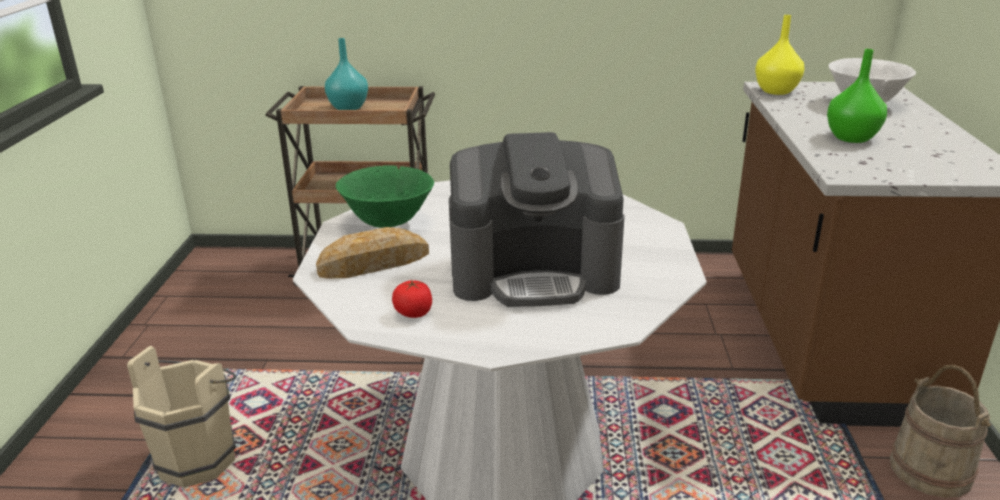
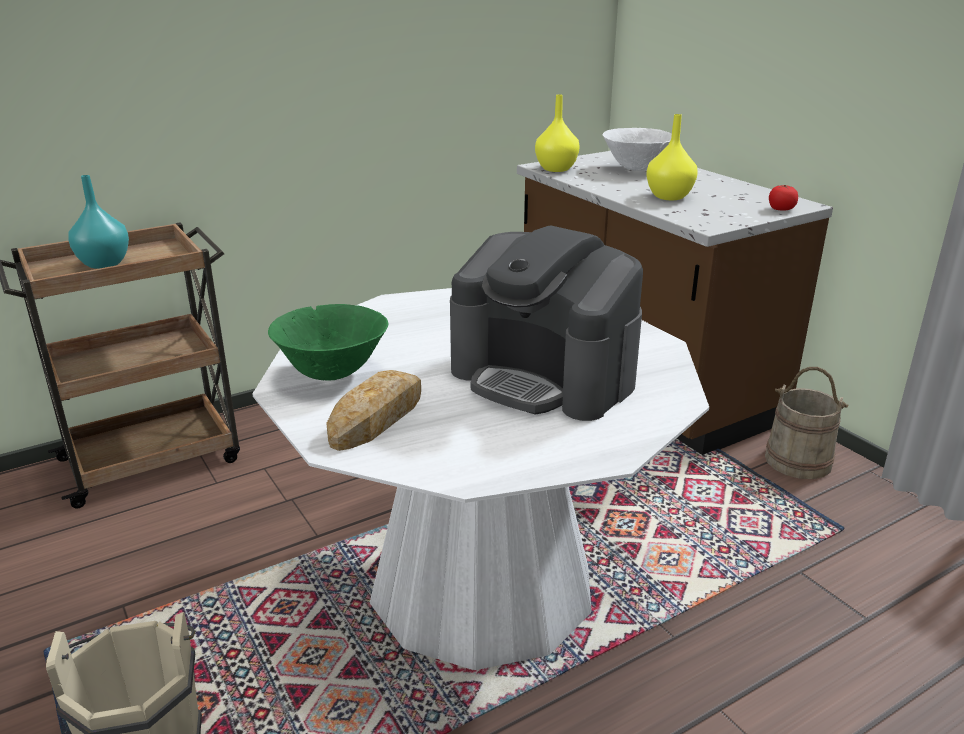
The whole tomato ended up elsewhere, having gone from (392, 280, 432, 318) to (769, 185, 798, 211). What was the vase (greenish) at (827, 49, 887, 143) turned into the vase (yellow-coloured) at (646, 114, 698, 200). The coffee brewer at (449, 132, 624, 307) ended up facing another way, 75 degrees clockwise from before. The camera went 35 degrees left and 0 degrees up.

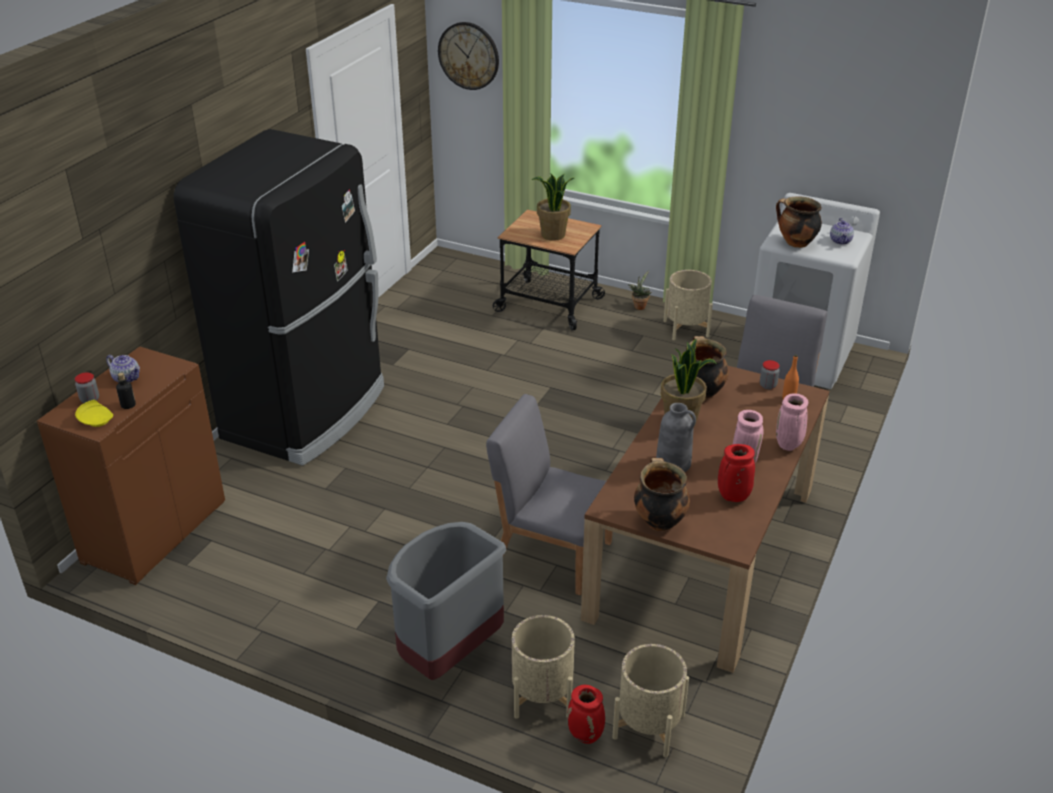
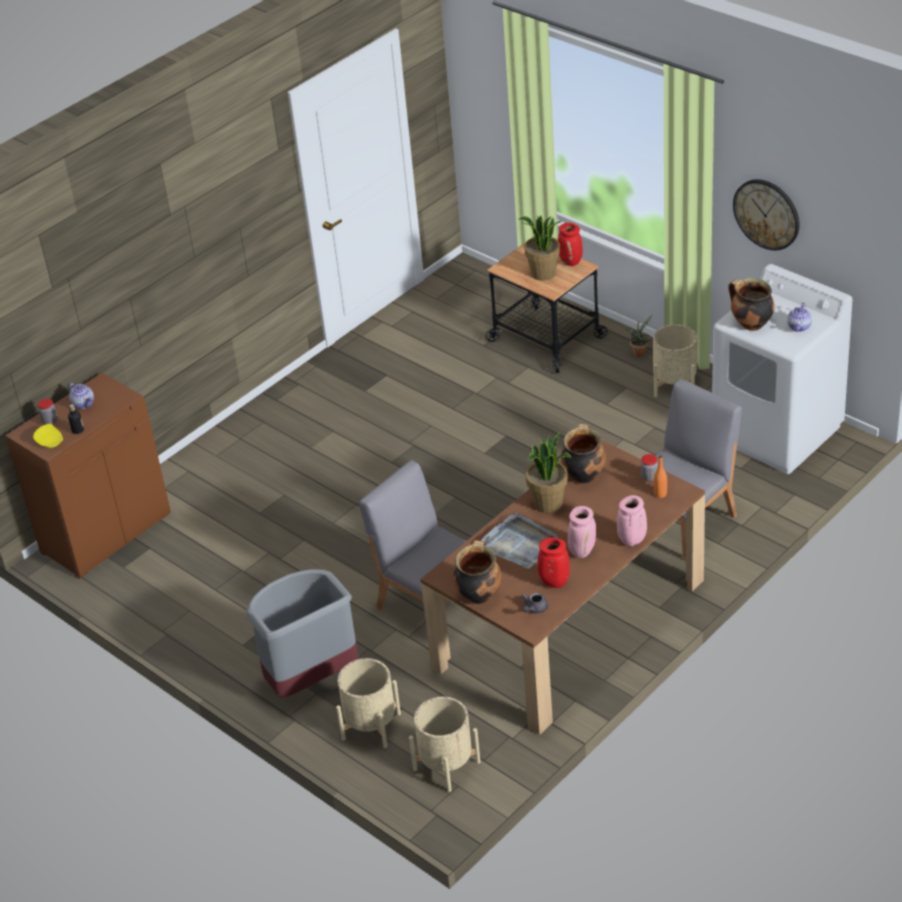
The second view lost the fridge (blackish) at (174, 129, 384, 466). The second view gained the tea pot (gray) at (522, 593, 548, 614). The hanging clock ended up elsewhere, having gone from (438, 22, 499, 90) to (733, 179, 800, 250). The vase (red) ended up elsewhere, having gone from (568, 685, 605, 744) to (558, 223, 583, 266). Where the vase (gray) stood at (656, 403, 696, 472), the tray (gray) came to stand at (481, 513, 559, 569). The camera went 20 degrees right and 5 degrees up.

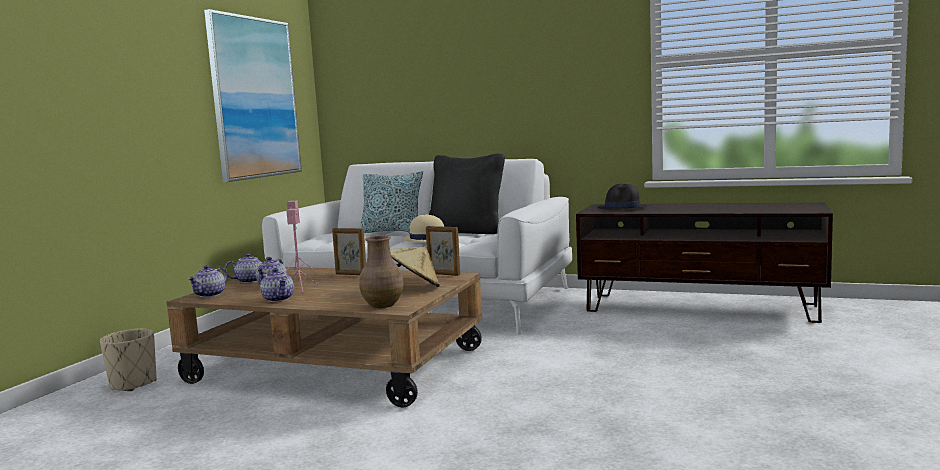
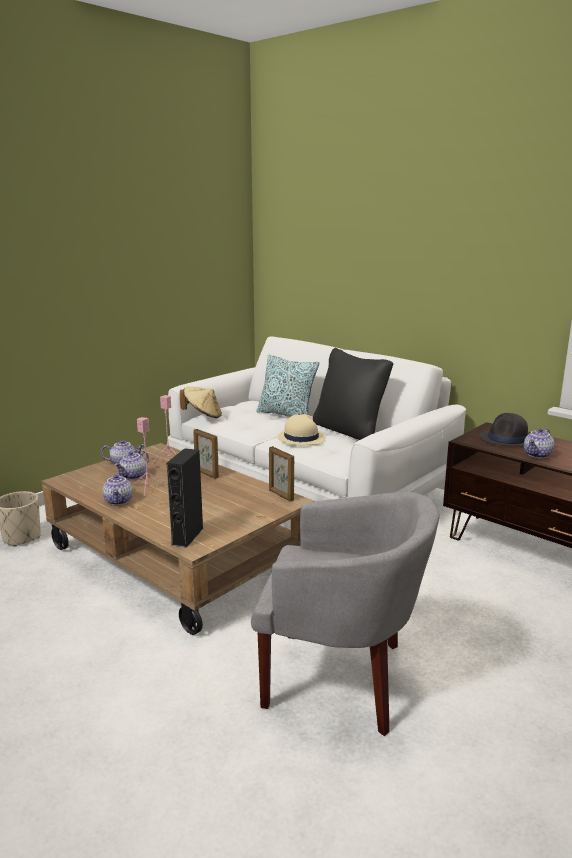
The second view lost the picture at (204, 9, 302, 182). The second view gained the lounge chair (gray) at (251, 492, 440, 736). The tea pot ended up elsewhere, having gone from (188, 265, 227, 298) to (524, 428, 554, 458). The hat (beige-coloured) ended up elsewhere, having gone from (390, 247, 440, 287) to (180, 386, 222, 418). Where the vase (brownish) stood at (359, 236, 404, 308), the speaker (blackish) came to stand at (167, 448, 203, 548). The camera went 20 degrees right and 10 degrees up.

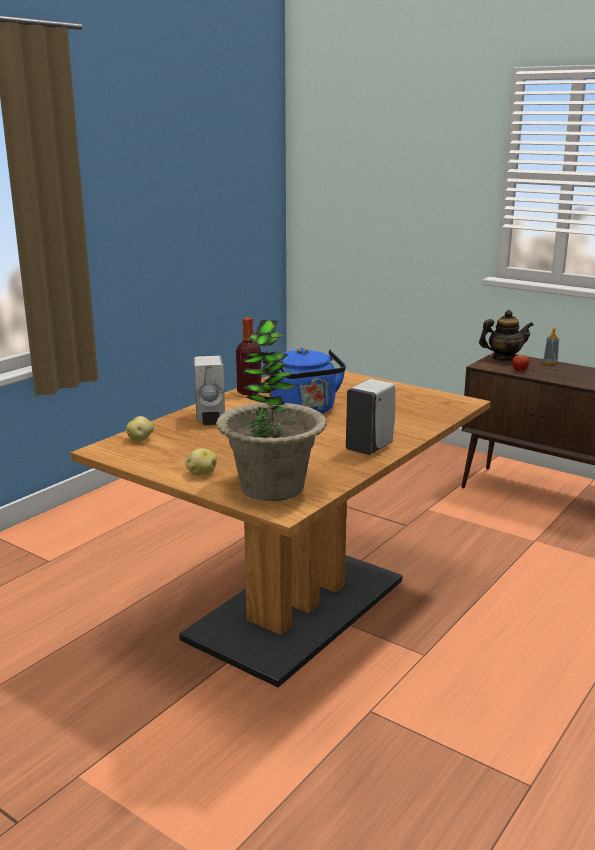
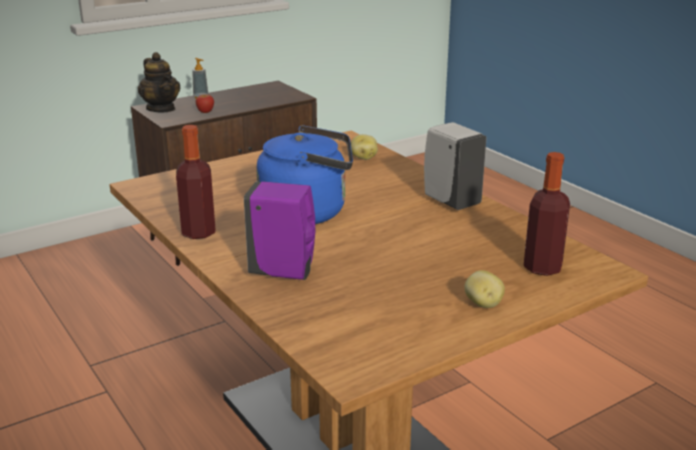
The whole potato ended up elsewhere, having gone from (126, 416, 154, 441) to (351, 134, 378, 160). Where the plant in a pot stood at (216, 320, 327, 501), the bottle came to stand at (524, 152, 570, 276). What was the soap bottle (white) at (194, 355, 225, 425) turned into the soap bottle (purple-coloured) at (244, 181, 315, 280). The tea pot at (479, 310, 533, 361) ended up facing another way, 135 degrees clockwise from before. The camera went 70 degrees left and 5 degrees up.

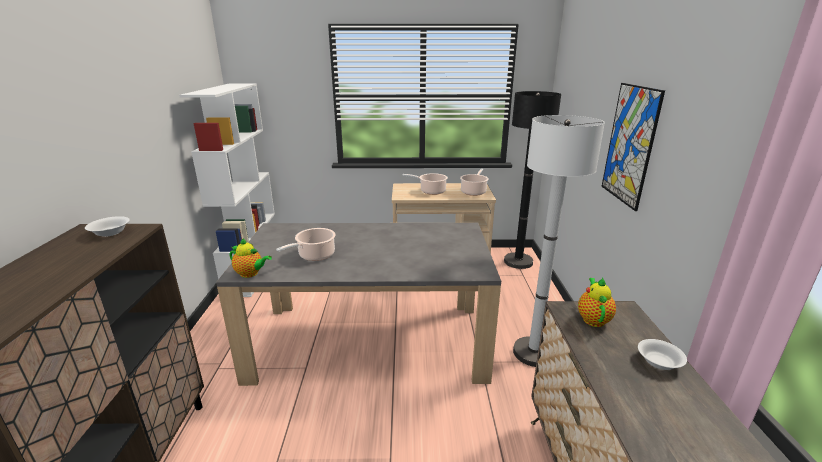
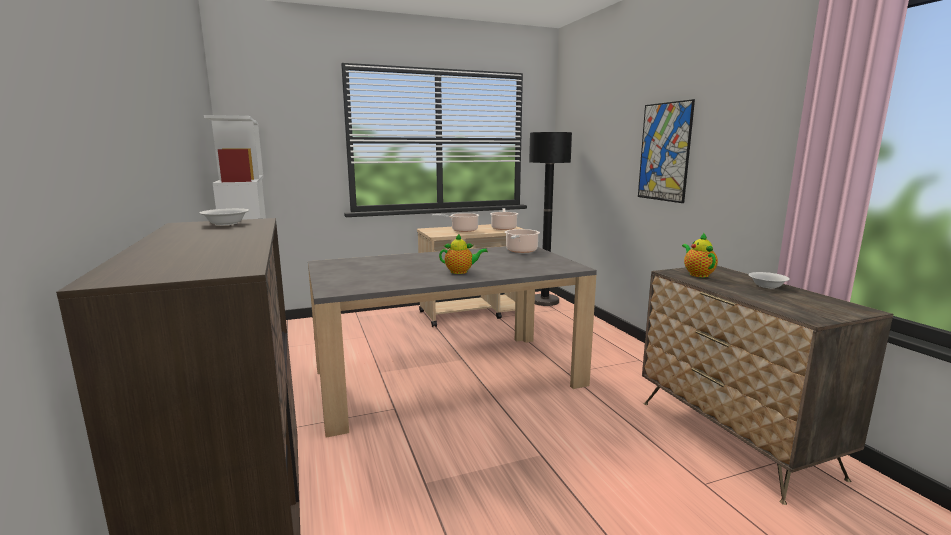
The second view lost the standing lamp (white) at (513, 115, 605, 367). The tea pot ended up elsewhere, having gone from (229, 238, 272, 278) to (439, 234, 488, 274). The stockpot ended up elsewhere, having gone from (276, 228, 336, 261) to (505, 229, 540, 253). The camera went 20 degrees left and 10 degrees down.

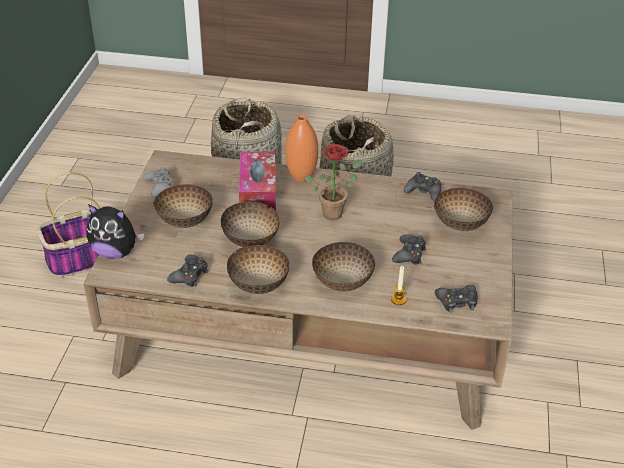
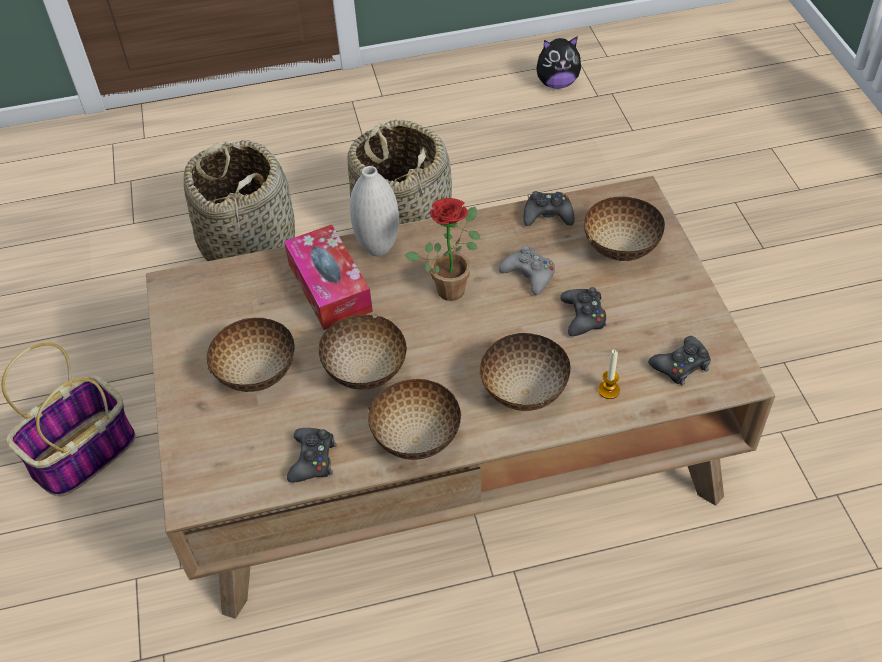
The cuddly toy ended up elsewhere, having gone from (87, 204, 144, 259) to (537, 36, 581, 89). The gamepad (gray) ended up elsewhere, having gone from (143, 167, 175, 198) to (499, 245, 555, 295). What was the vase (orange-coloured) at (285, 115, 318, 182) turned into the vase (white) at (350, 166, 399, 256). The camera went 20 degrees left and 10 degrees up.

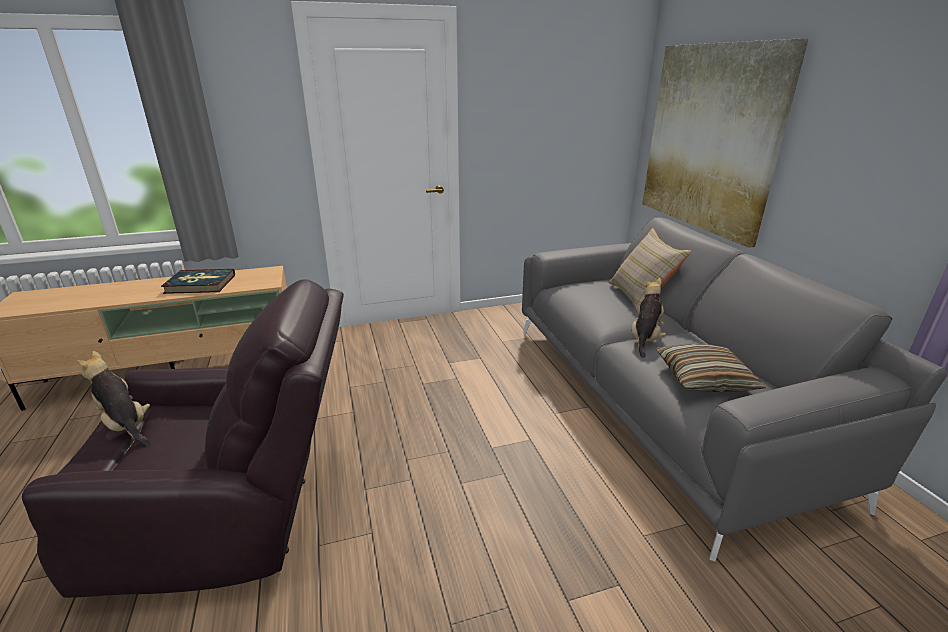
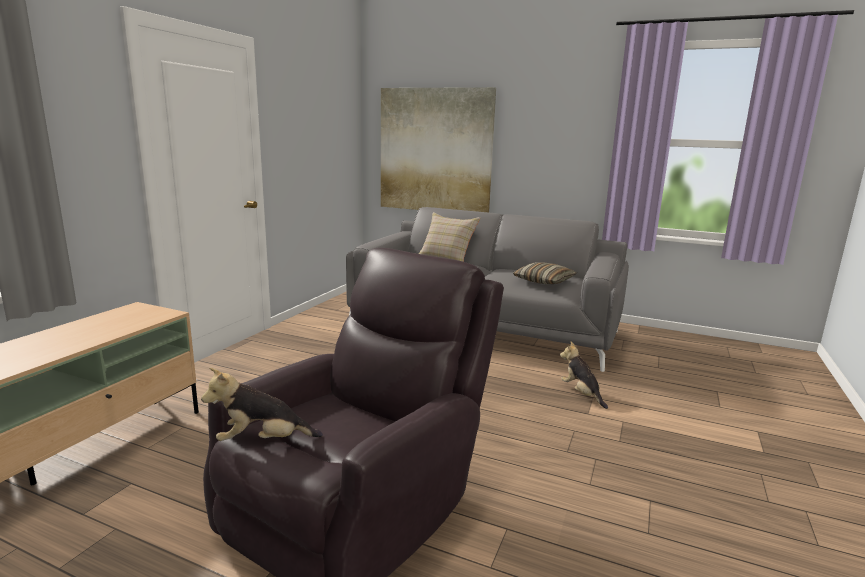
The second view lost the bound book at (161, 269, 235, 294). The cuddly toy ended up elsewhere, having gone from (632, 278, 666, 358) to (560, 342, 608, 409). The camera went 50 degrees left and 10 degrees down.

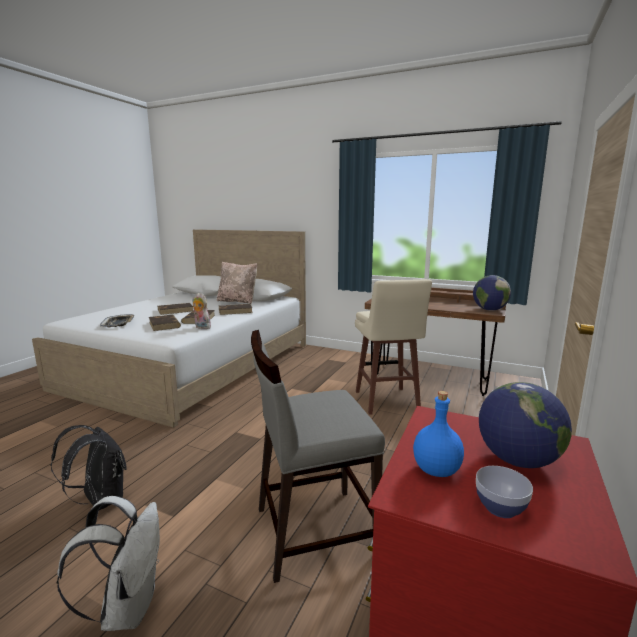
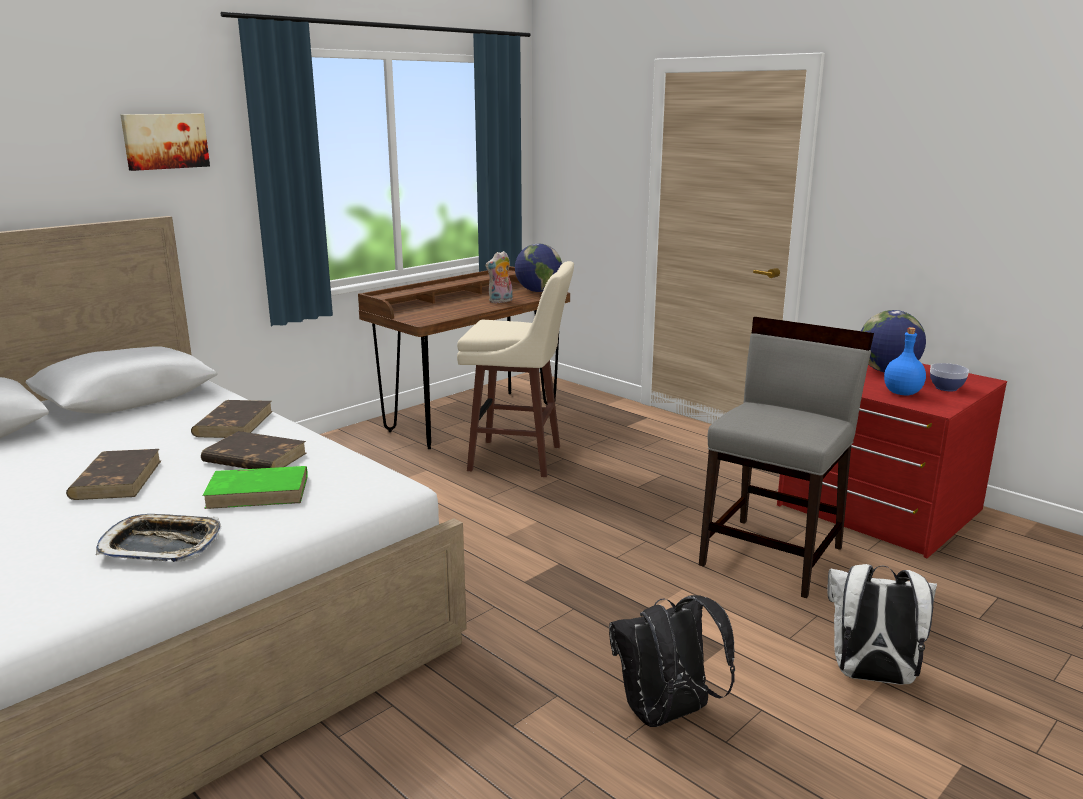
The second view lost the throw pillow (beige-coloured) at (217, 262, 257, 304). The second view gained the picture at (121, 114, 210, 171). The cuddly toy ended up elsewhere, having gone from (193, 293, 211, 329) to (485, 251, 513, 303). What was the bound book (brownish) at (149, 315, 181, 331) turned into the bound book (greenish) at (202, 466, 308, 509). The upright chair (gray) at (251, 330, 385, 583) ended up facing another way, 150 degrees counterclockwise from before. The camera went 70 degrees left and 5 degrees up.

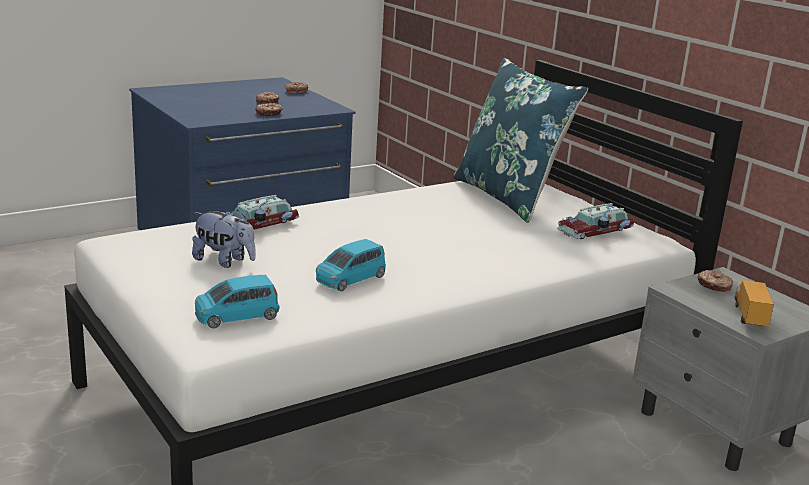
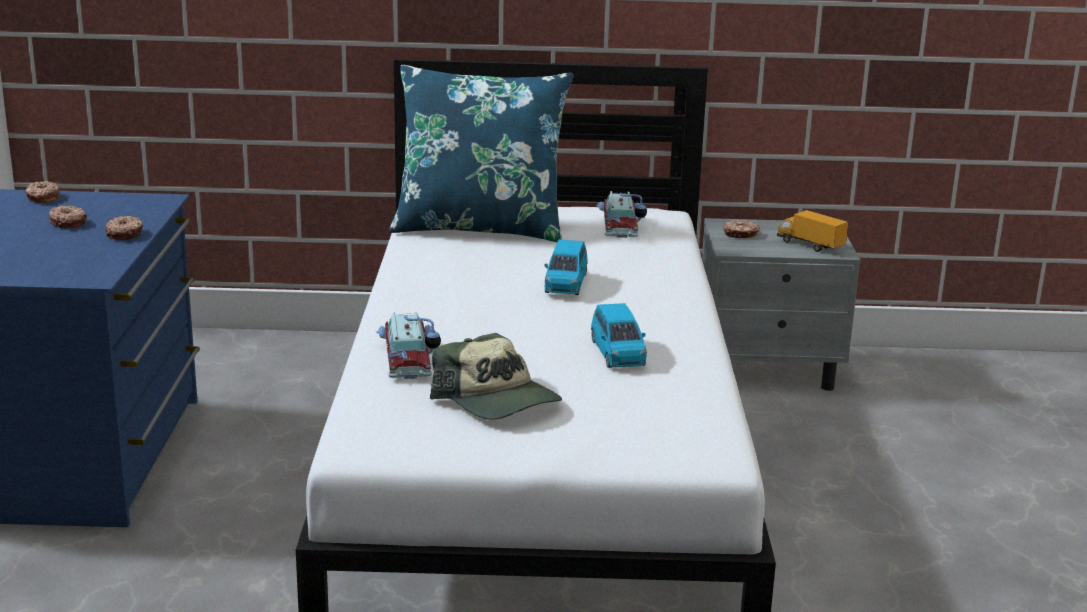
The toy car (blue-coloured) ended up elsewhere, having gone from (195, 275, 279, 328) to (544, 239, 588, 295). Where the cuddly toy stood at (192, 210, 256, 268), the baseball cap came to stand at (430, 333, 562, 420). The camera went 55 degrees left and 0 degrees up.

